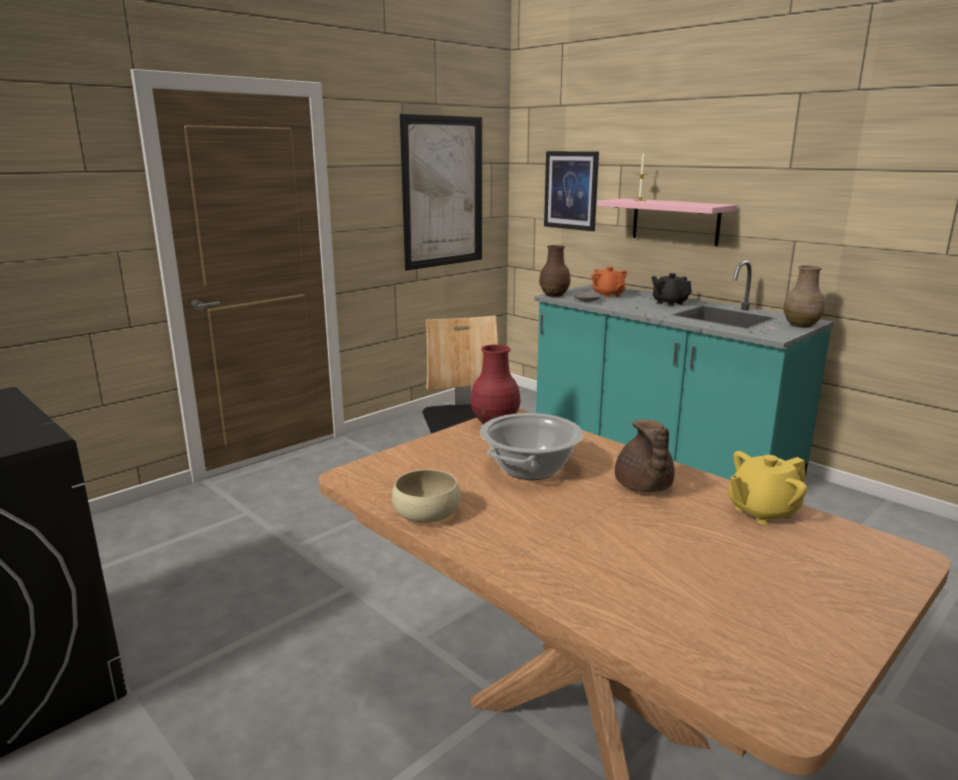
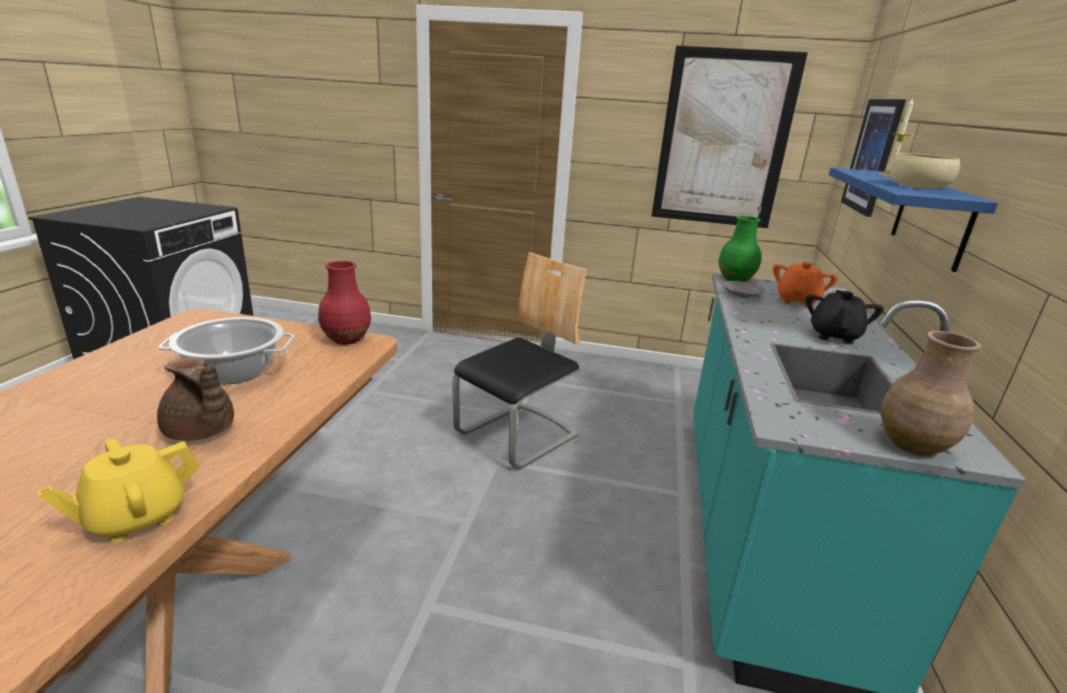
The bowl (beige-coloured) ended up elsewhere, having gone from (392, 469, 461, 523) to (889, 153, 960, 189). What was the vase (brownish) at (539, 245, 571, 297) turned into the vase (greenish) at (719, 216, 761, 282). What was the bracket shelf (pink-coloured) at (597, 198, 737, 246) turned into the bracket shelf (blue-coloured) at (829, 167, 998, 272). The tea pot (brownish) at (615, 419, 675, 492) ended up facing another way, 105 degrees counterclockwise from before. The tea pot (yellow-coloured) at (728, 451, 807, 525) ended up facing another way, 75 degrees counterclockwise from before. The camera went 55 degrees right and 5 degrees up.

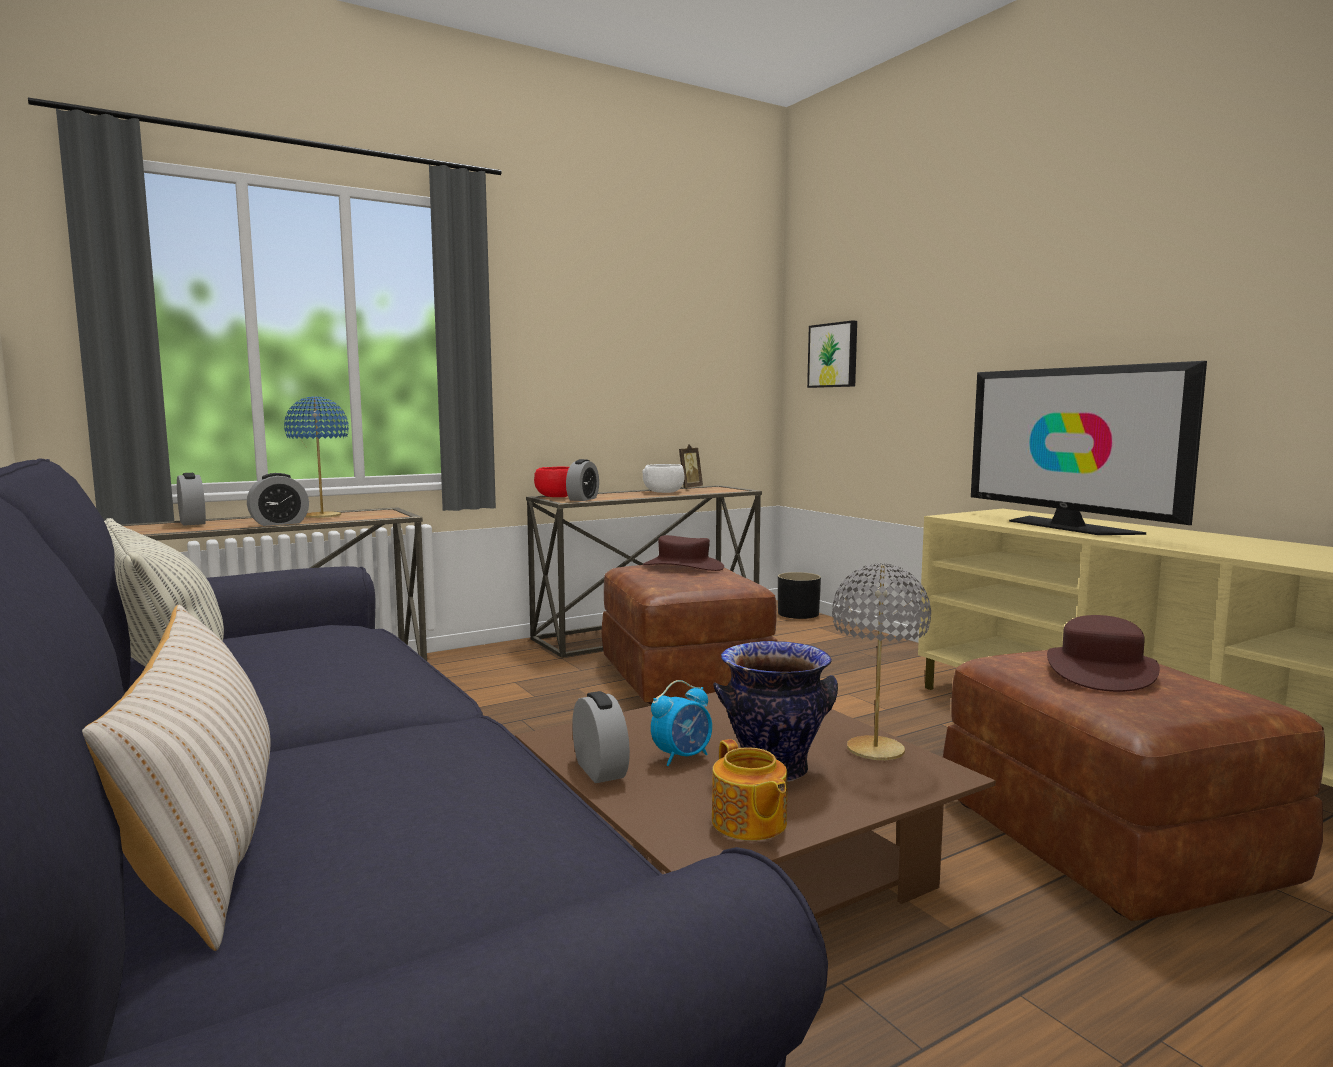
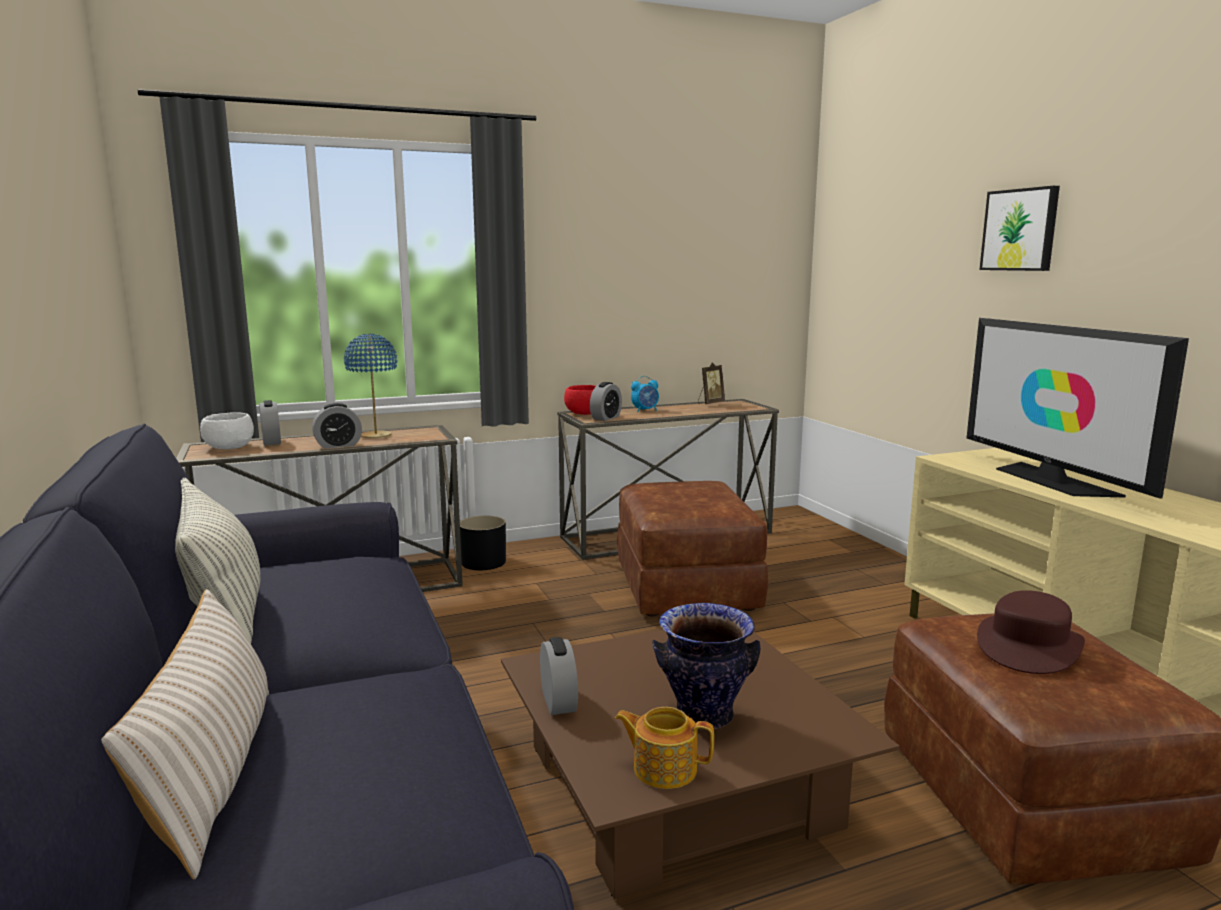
The second view lost the hat (brownish) at (643, 535, 724, 571). The second view lost the table lamp (gray) at (832, 563, 931, 760). The bowl (white) ended up elsewhere, having gone from (642, 464, 685, 493) to (200, 412, 254, 449). The alarm clock ended up elsewhere, having gone from (651, 680, 712, 766) to (631, 376, 659, 412). The flower pot (blackish) ended up elsewhere, having gone from (778, 572, 821, 619) to (460, 516, 506, 570). The picture ended up elsewhere, having gone from (807, 320, 857, 388) to (979, 186, 1060, 271). The tea pot at (712, 739, 787, 841) ended up facing another way, 120 degrees clockwise from before. The camera went 10 degrees right and 5 degrees up.

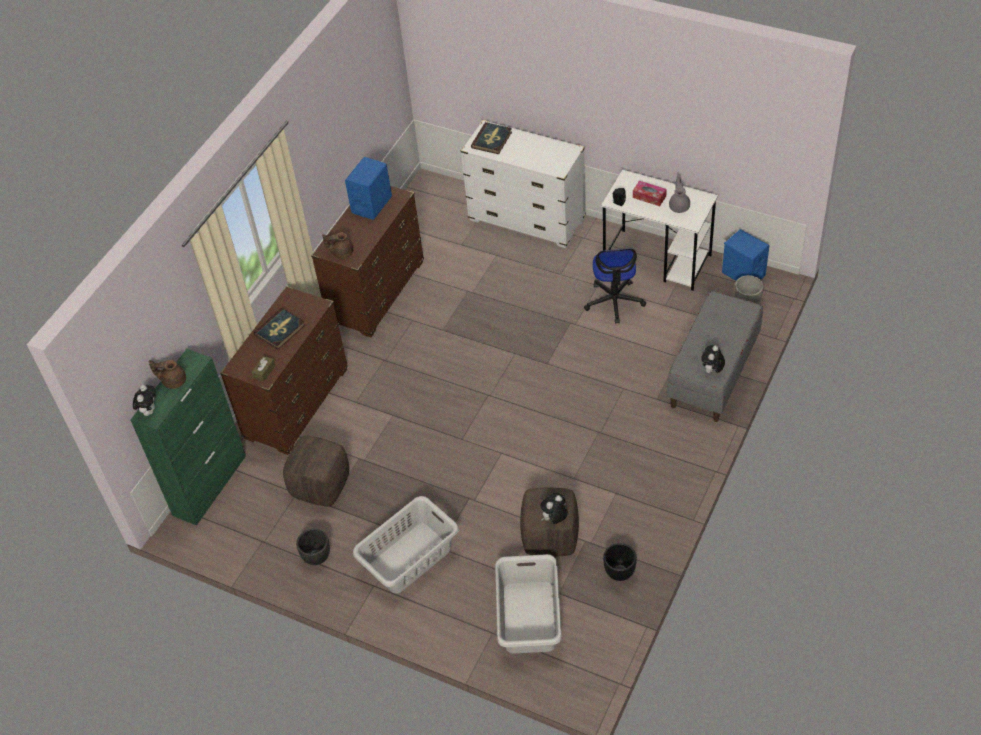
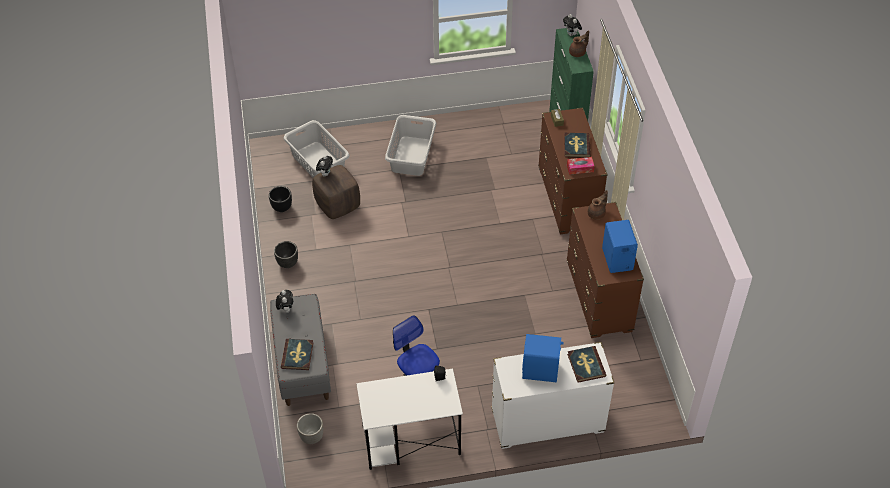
The second view lost the ottoman (brownish) at (283, 436, 349, 506). The second view lost the tea pot (gray) at (669, 176, 690, 213). The second view gained the bound book at (281, 339, 313, 370). The flower pot (blackish) ended up elsewhere, having gone from (296, 528, 330, 565) to (274, 241, 298, 268). The tissue holder ended up elsewhere, having gone from (633, 181, 667, 206) to (567, 157, 595, 175). The speaker (blue-coloured) ended up elsewhere, having gone from (722, 229, 769, 281) to (522, 334, 564, 383). The camera went 140 degrees right and 0 degrees up.

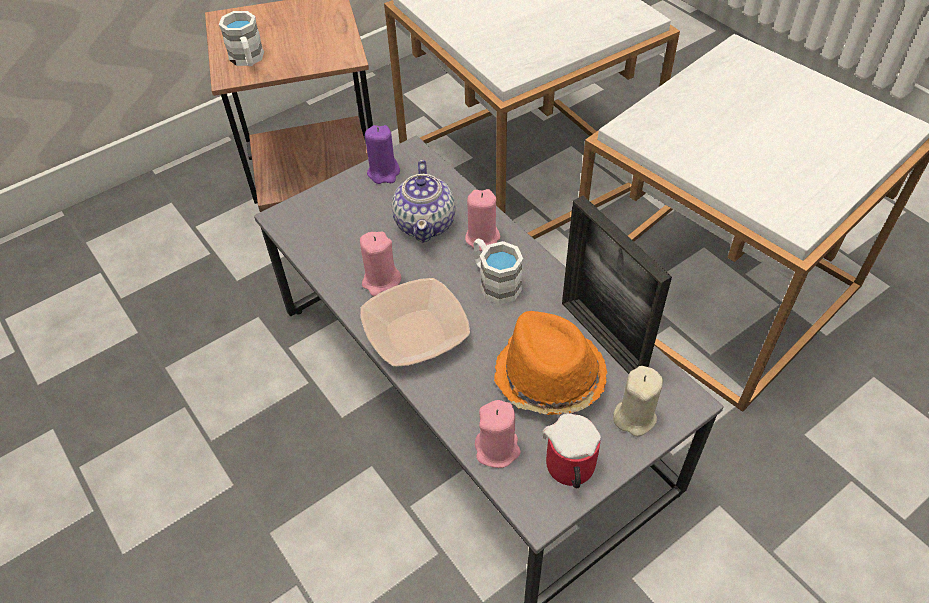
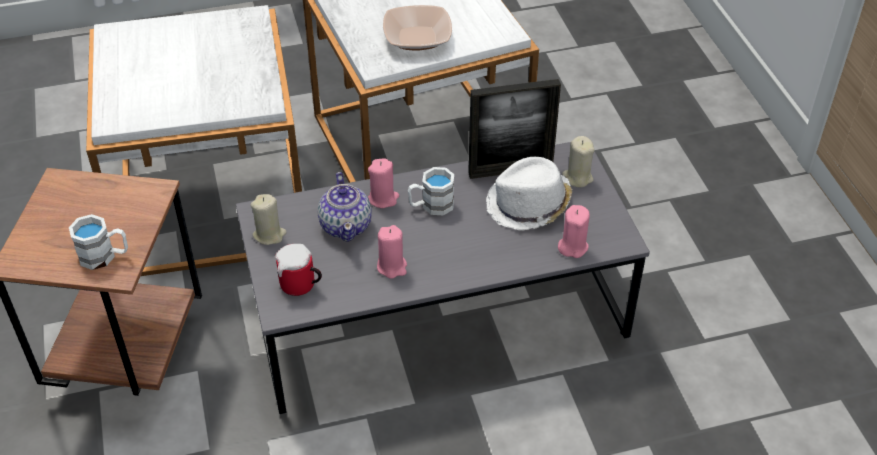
The bowl ended up elsewhere, having gone from (360, 278, 470, 367) to (383, 5, 452, 50). The coffee mug ended up elsewhere, having gone from (543, 414, 601, 489) to (275, 244, 322, 296). What was the wax candle (purple-coloured) at (365, 125, 400, 184) turned into the wax candle (beige-coloured) at (250, 194, 287, 245). What was the hat (orange-coloured) at (494, 311, 607, 415) turned into the hat (white) at (486, 157, 573, 230). The tea pot at (392, 160, 456, 243) ended up facing another way, 60 degrees clockwise from before. The camera went 70 degrees left and 5 degrees down.

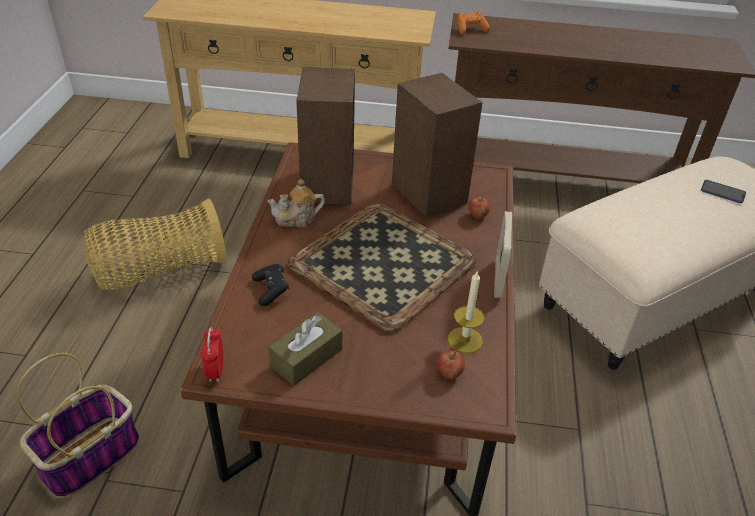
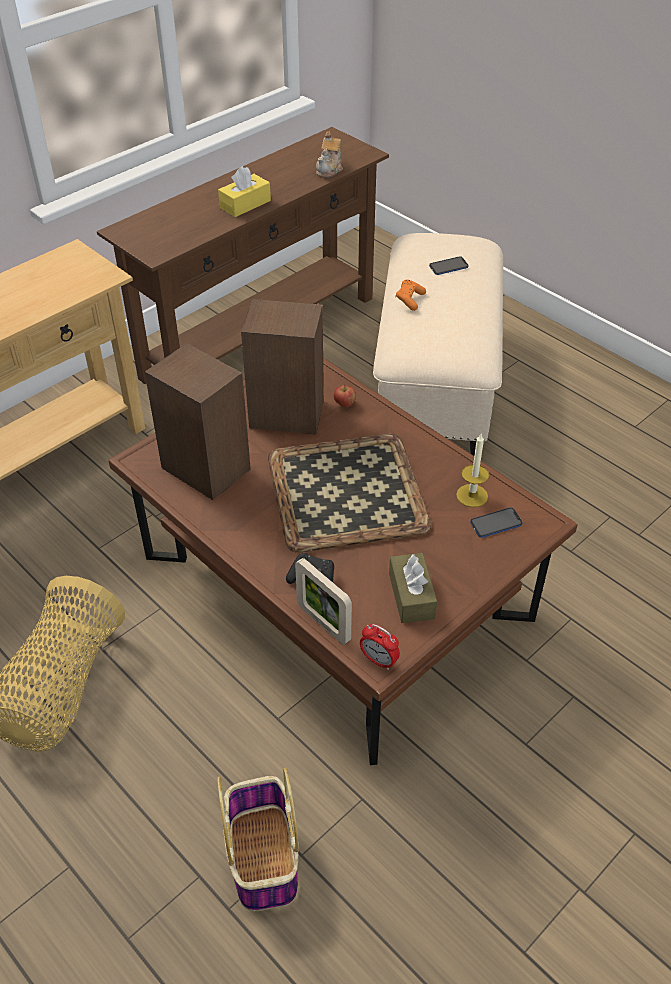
The second view gained the tissue holder (yellow-coloured) at (218, 166, 271, 217). The tea pot ended up elsewhere, having gone from (267, 179, 325, 227) to (316, 132, 343, 178). The gamepad (orange-coloured) ended up elsewhere, having gone from (458, 12, 490, 34) to (395, 279, 426, 311). The picture frame ended up elsewhere, having gone from (494, 211, 512, 298) to (295, 558, 352, 645). Where the whole apple stood at (437, 350, 465, 379), the telephone came to stand at (470, 507, 523, 538). The camera went 50 degrees left and 5 degrees up.

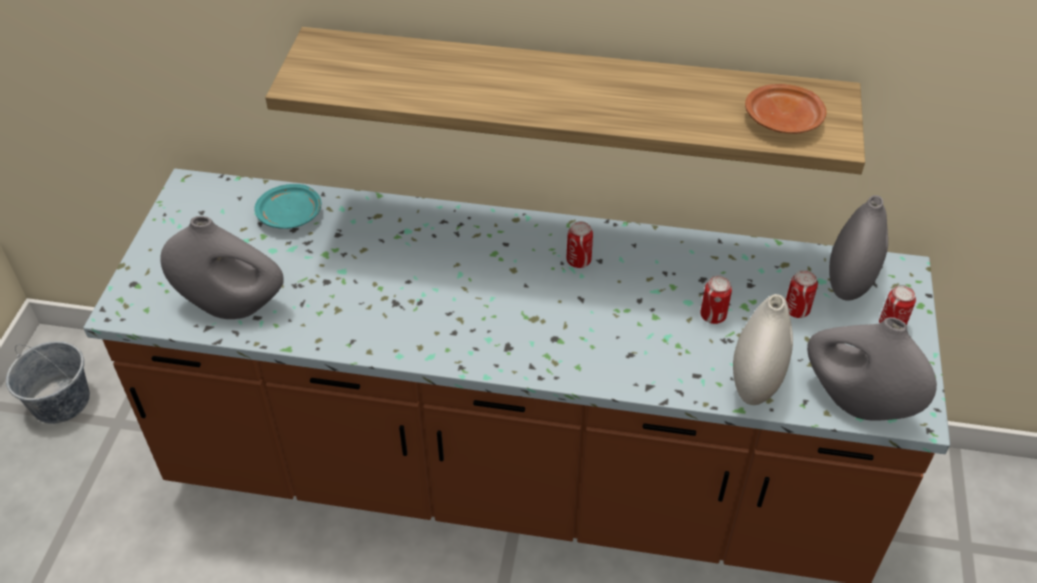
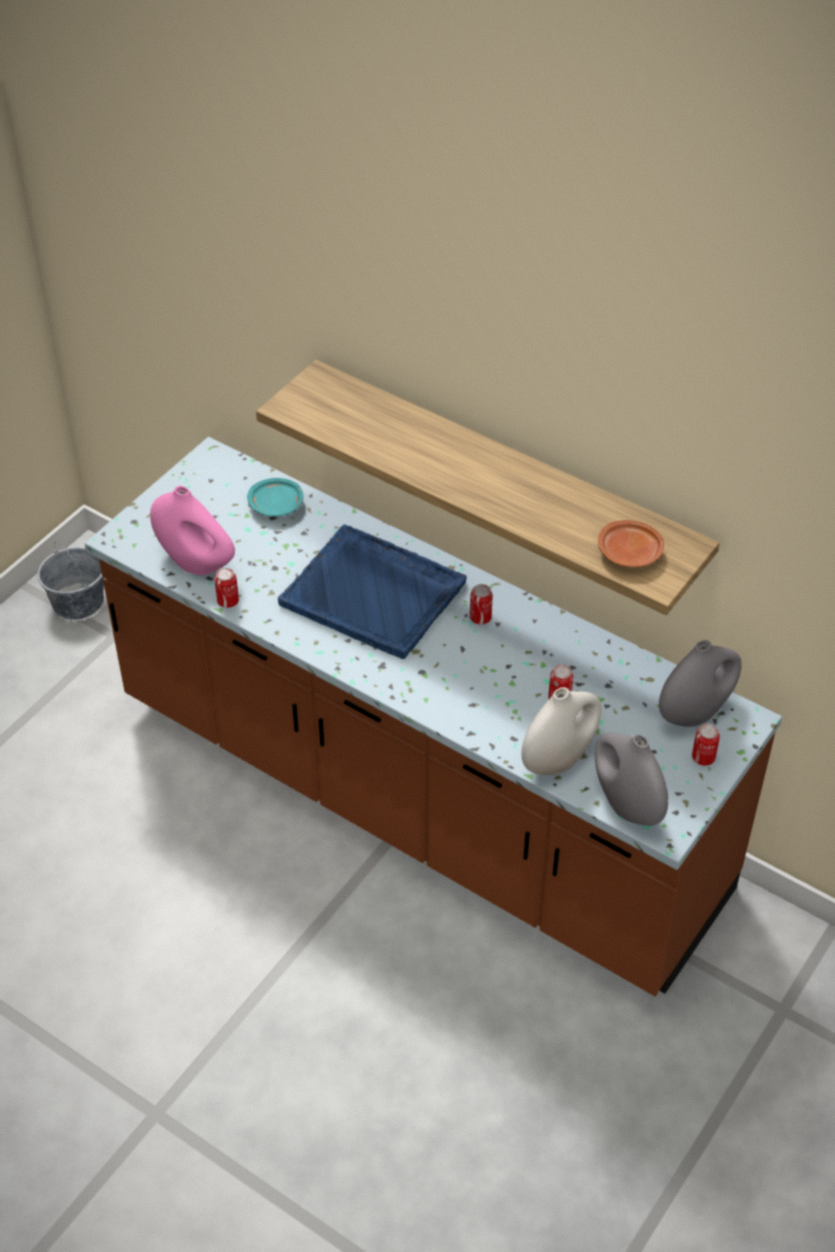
The second view gained the tray (blue-coloured) at (278, 524, 467, 659). The sealed can ended up elsewhere, having gone from (786, 270, 818, 318) to (214, 568, 239, 608). What was the vase (gray) at (160, 216, 284, 319) turned into the vase (pink-coloured) at (150, 486, 235, 575). The camera went 25 degrees right and 0 degrees up.

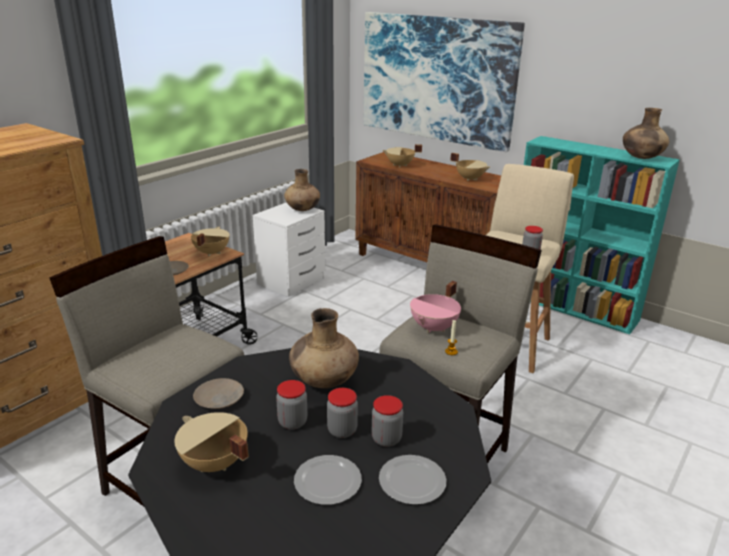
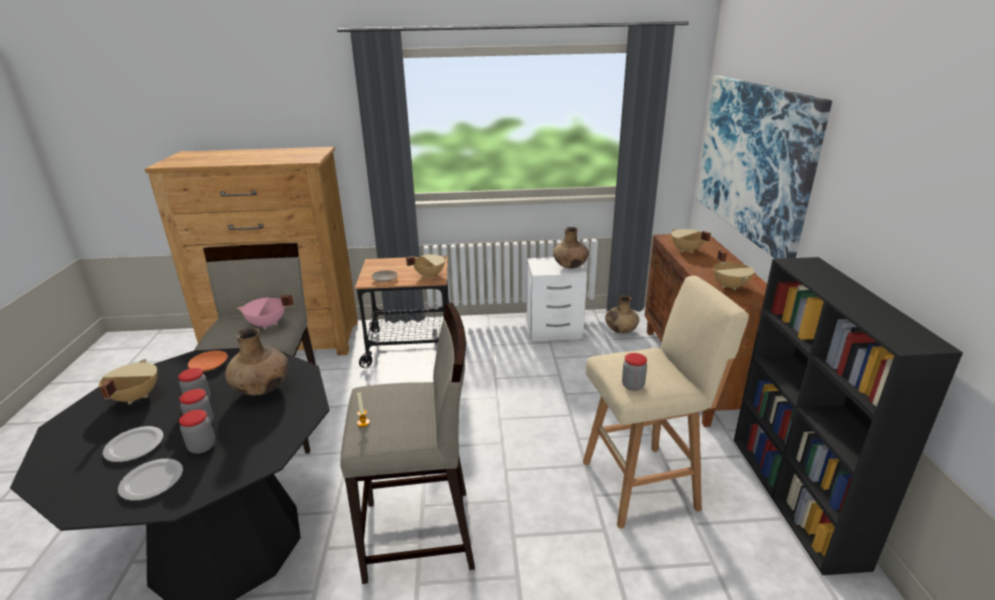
The stockpot (pink-coloured) ended up elsewhere, having gone from (410, 281, 461, 333) to (237, 295, 294, 329). The vase (brownish) ended up elsewhere, having gone from (623, 108, 669, 159) to (605, 295, 639, 333). What was the plate (beige-coloured) at (193, 378, 244, 409) turned into the plate (orange-coloured) at (188, 351, 228, 371). What was the bookshelf (turquoise) at (524, 136, 680, 334) turned into the bookshelf (blackish) at (734, 257, 963, 575). The camera went 50 degrees right and 0 degrees up.

